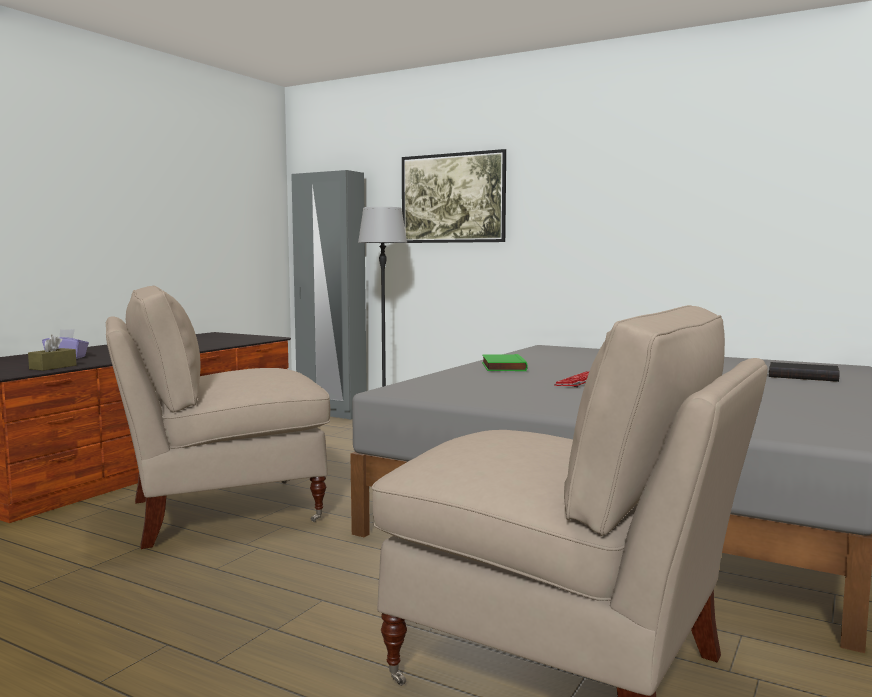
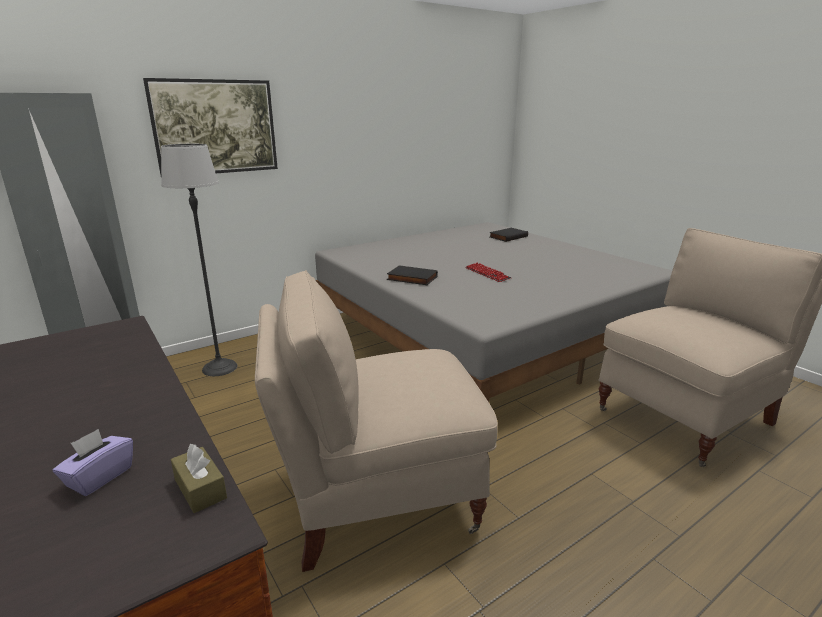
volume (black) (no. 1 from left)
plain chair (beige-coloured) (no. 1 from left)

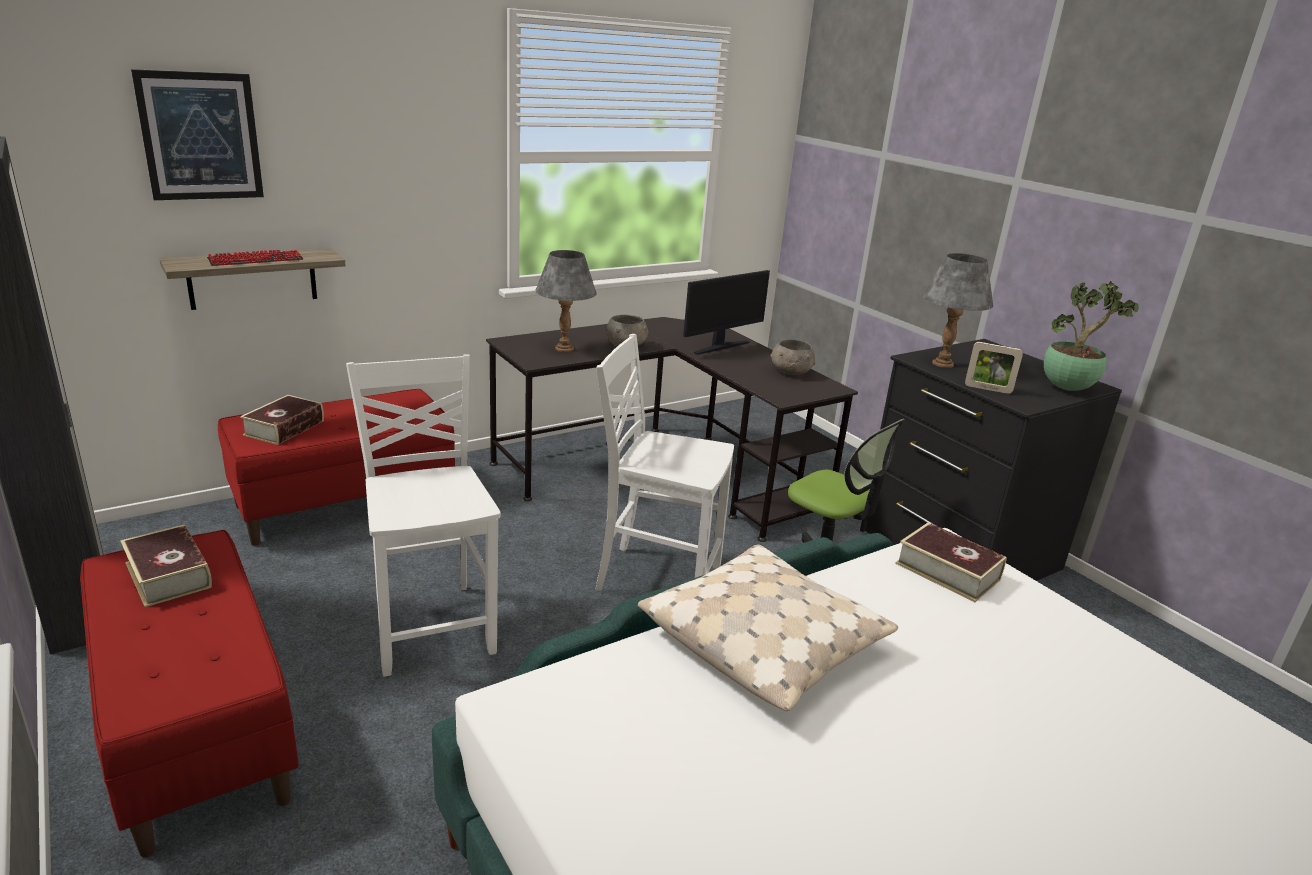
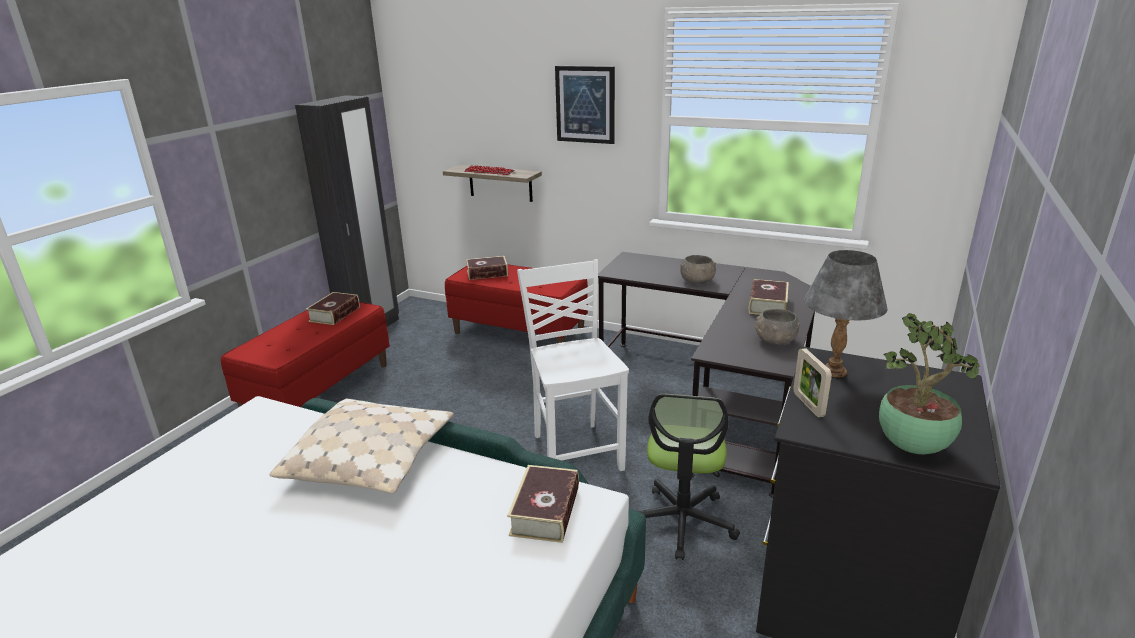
plain chair (whitish) (no. 1 from left in the first image)
lamp for a table (greyish) (no. 1 from left in the first image)
wall art
volume (no. 4 from left)

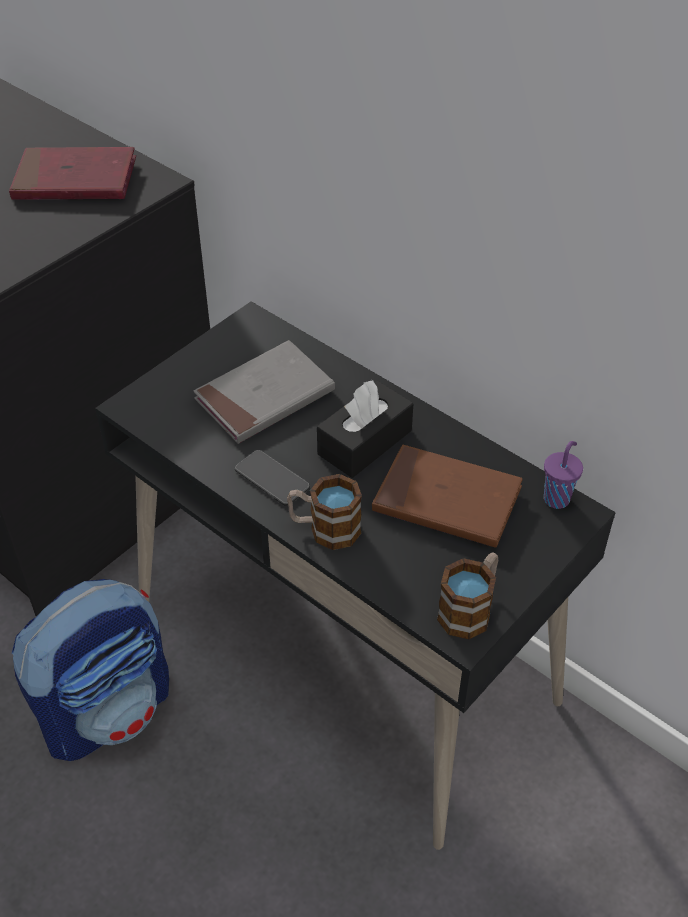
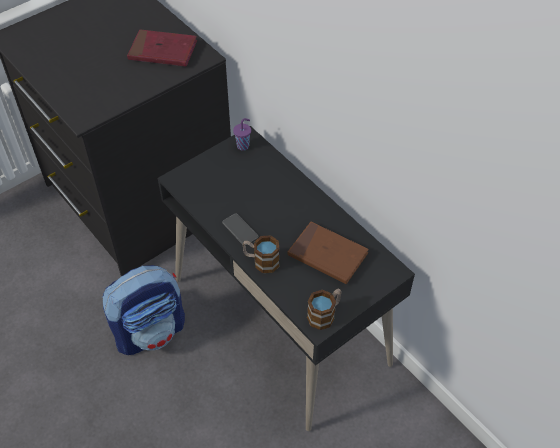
volume (greyish)
tissue holder (black)
drinking cup (purplish)

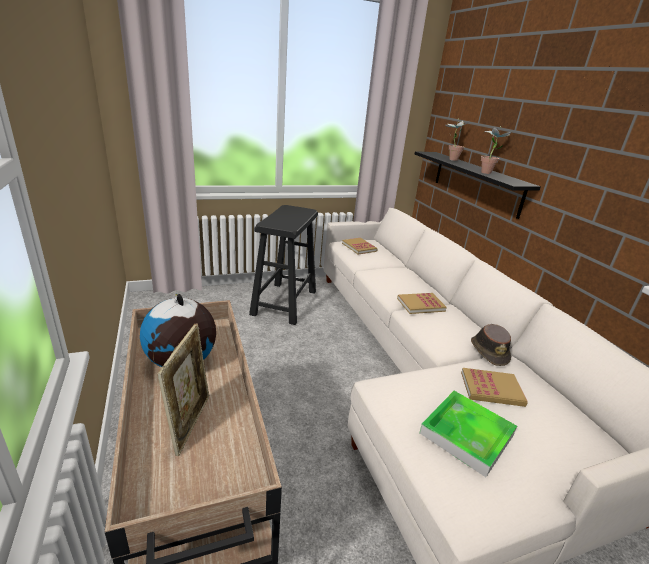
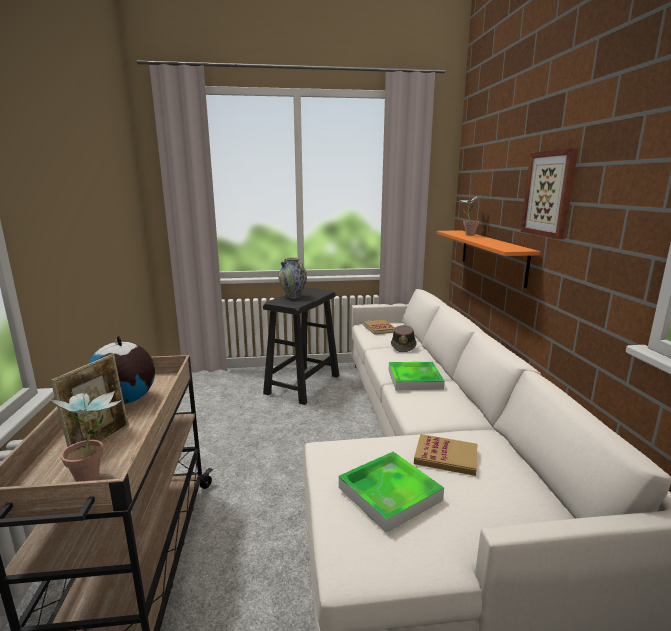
vase
wall art
wearable hat (brown)
houseplant (no. 1 from left)
serving tray (no. 2 from left)
wall shelf (orange)

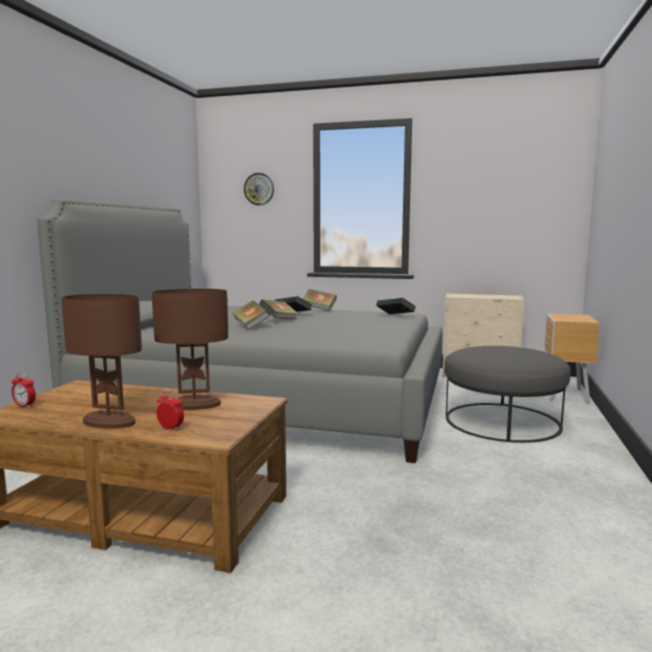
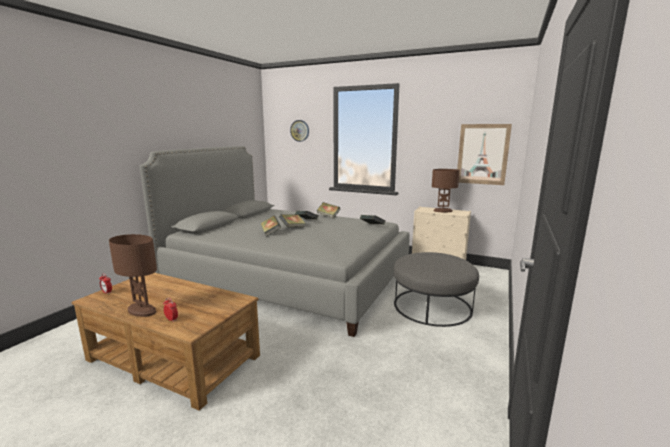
nightstand (brown)
wall art
lamp for a table (brown) (no. 2 from left)

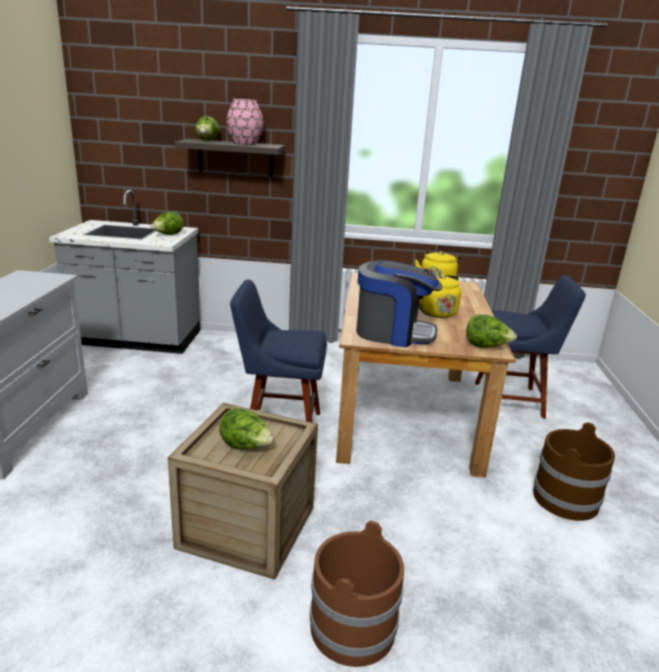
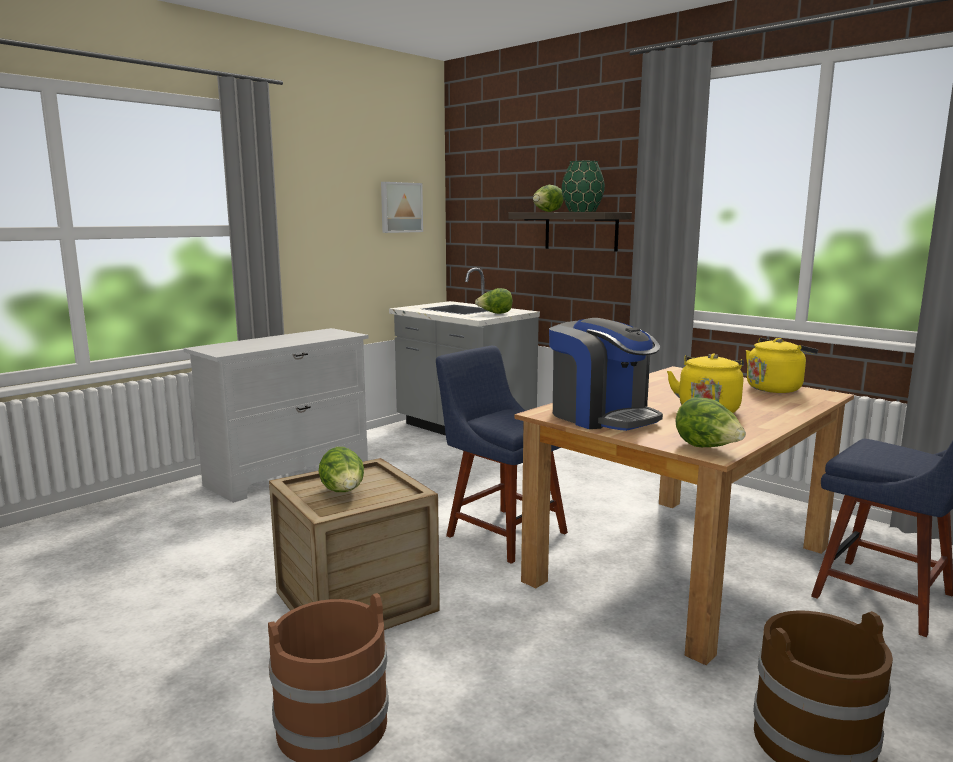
wall art
vase (green-coloured)

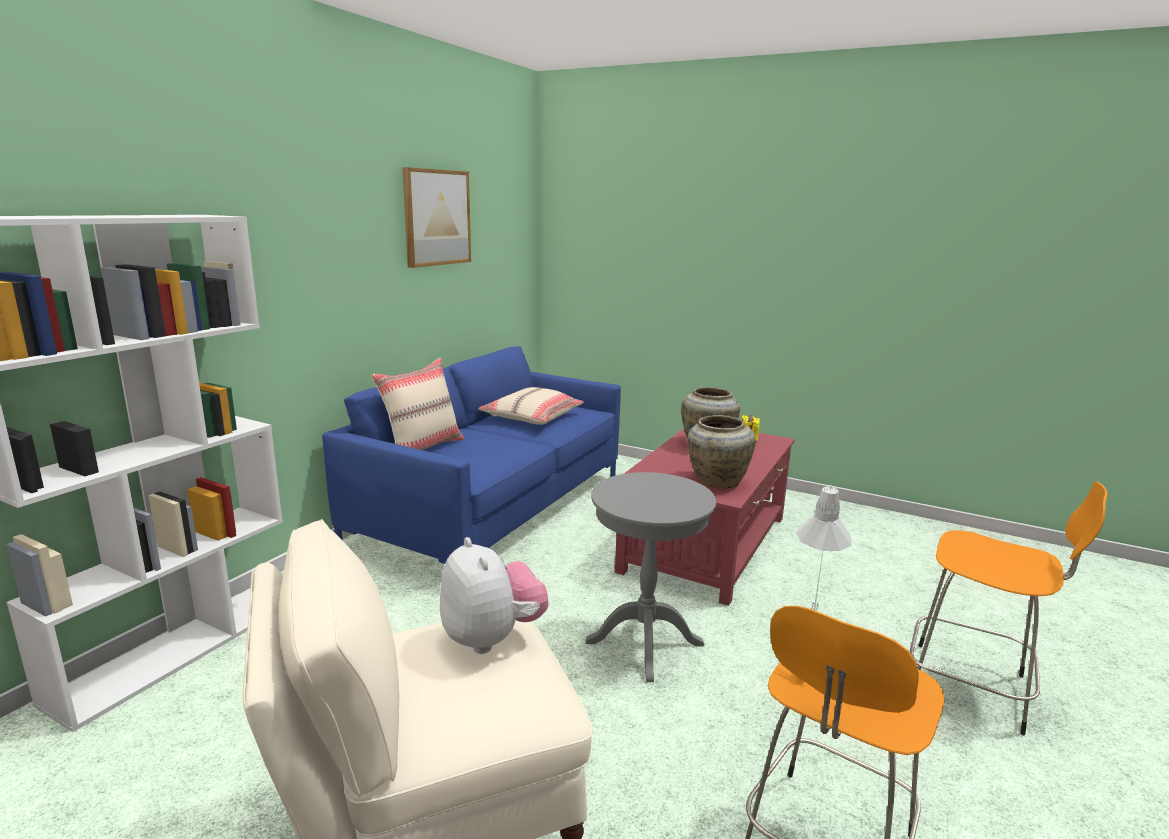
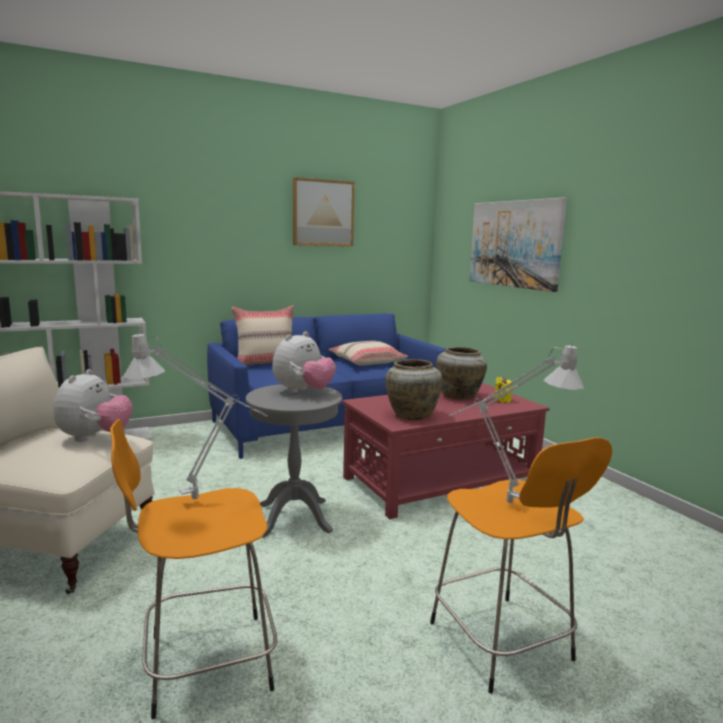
cuddly toy (no. 2 from left)
lamp for a table (greyish) (no. 2 from left)
wall art (no. 2 from left)

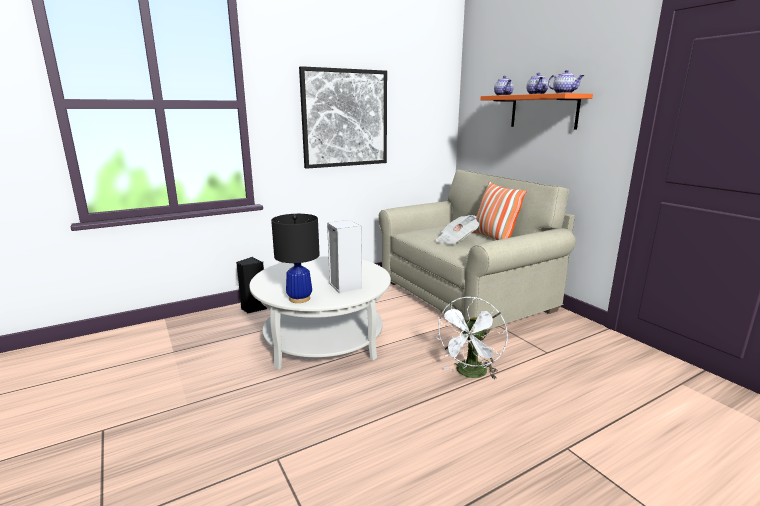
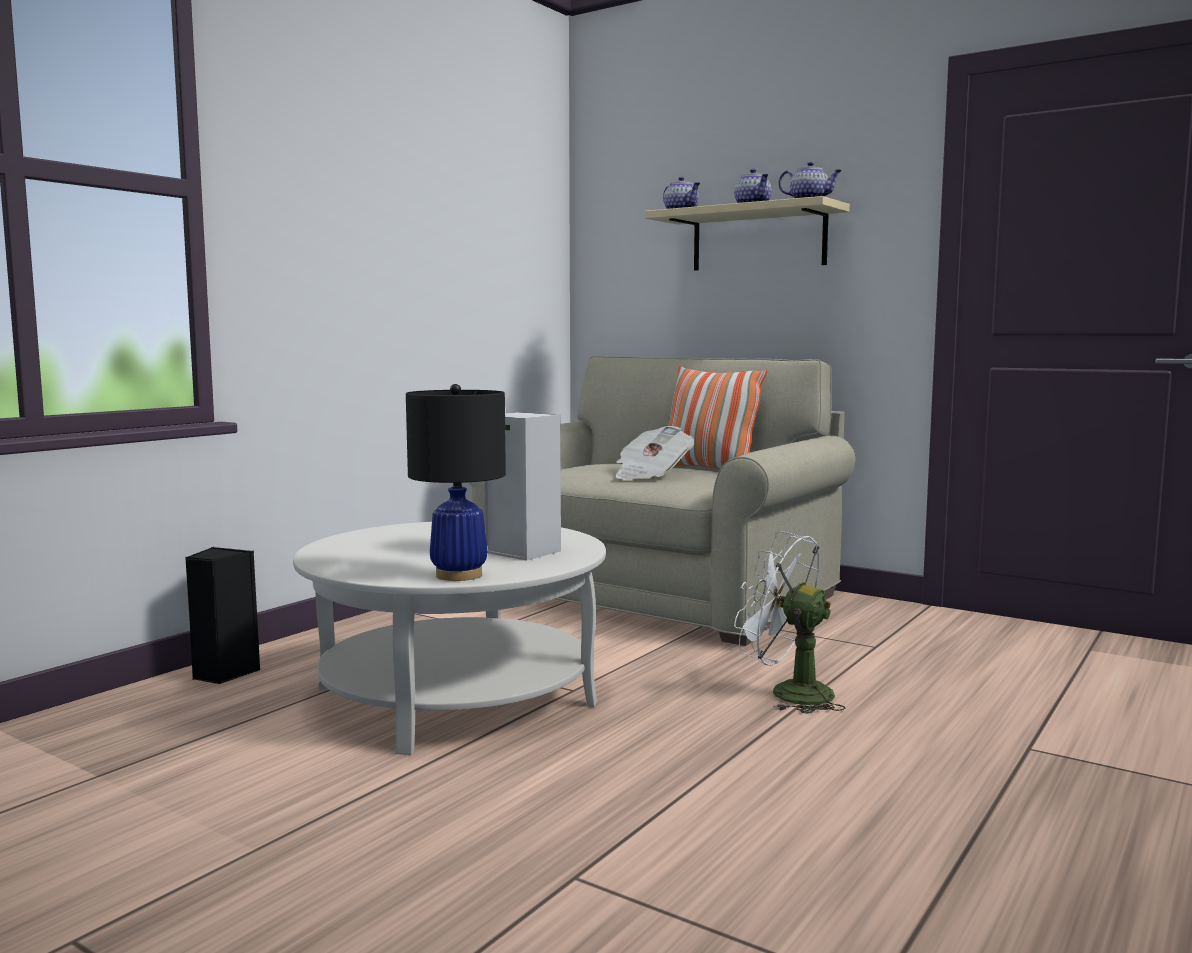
wall art
wall shelf (beige-coloured)
fan (whitish)

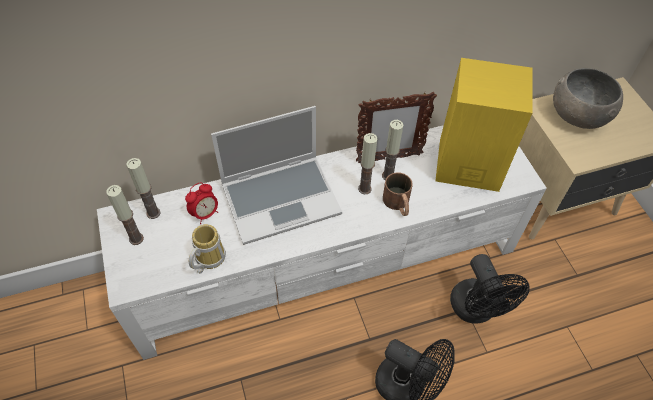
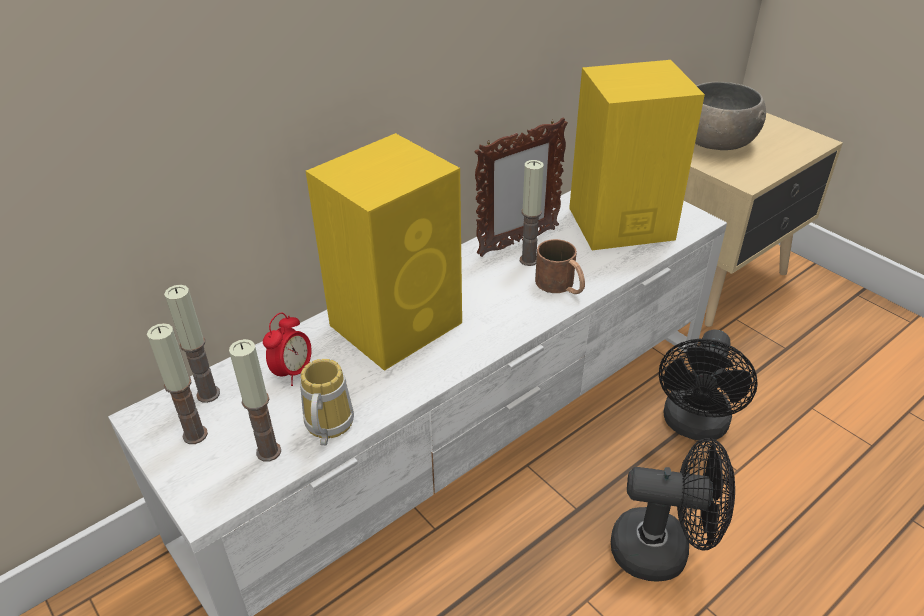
wax candle (no. 3 from left)
speaker (yellowish) (no. 1 from left)
fan (black) (no. 2 from left)

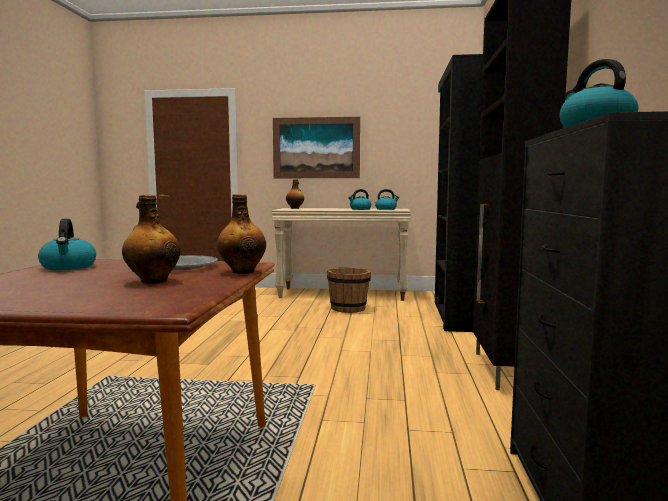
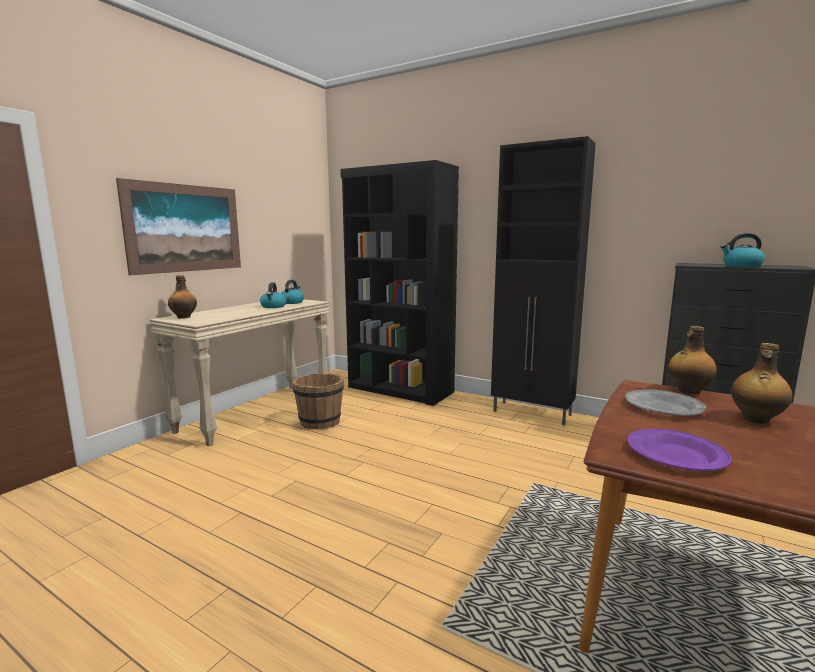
plate (purplish)

